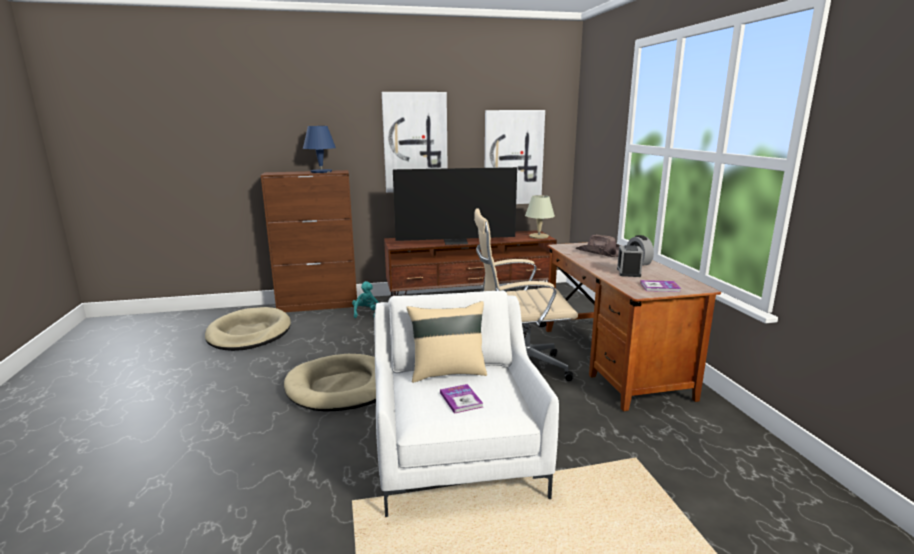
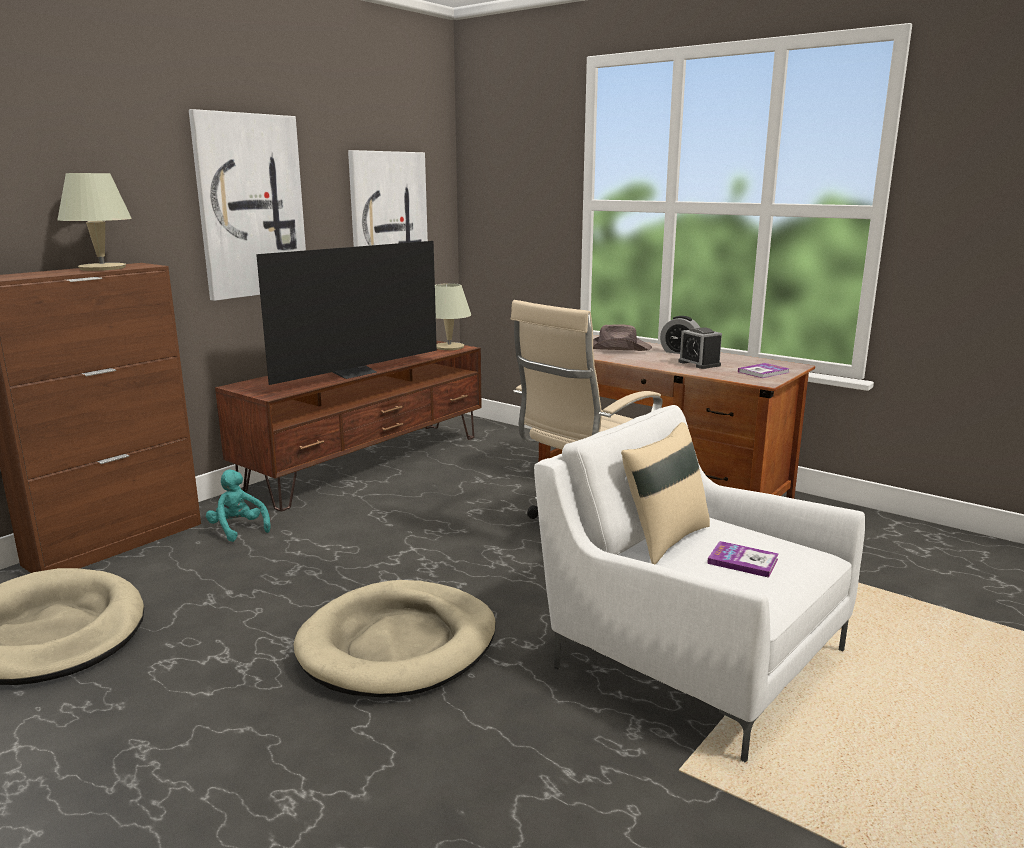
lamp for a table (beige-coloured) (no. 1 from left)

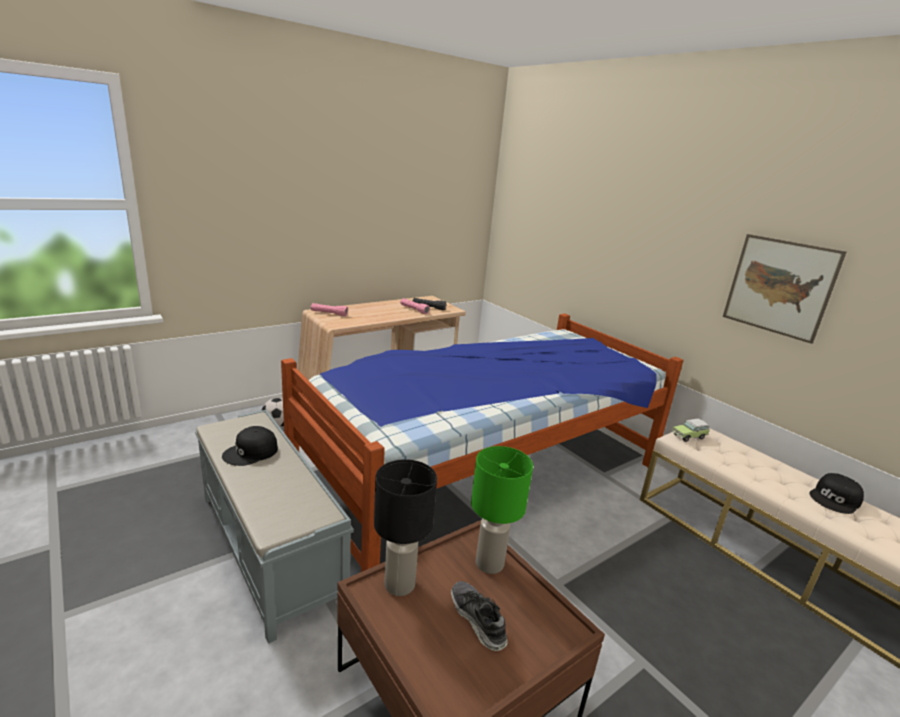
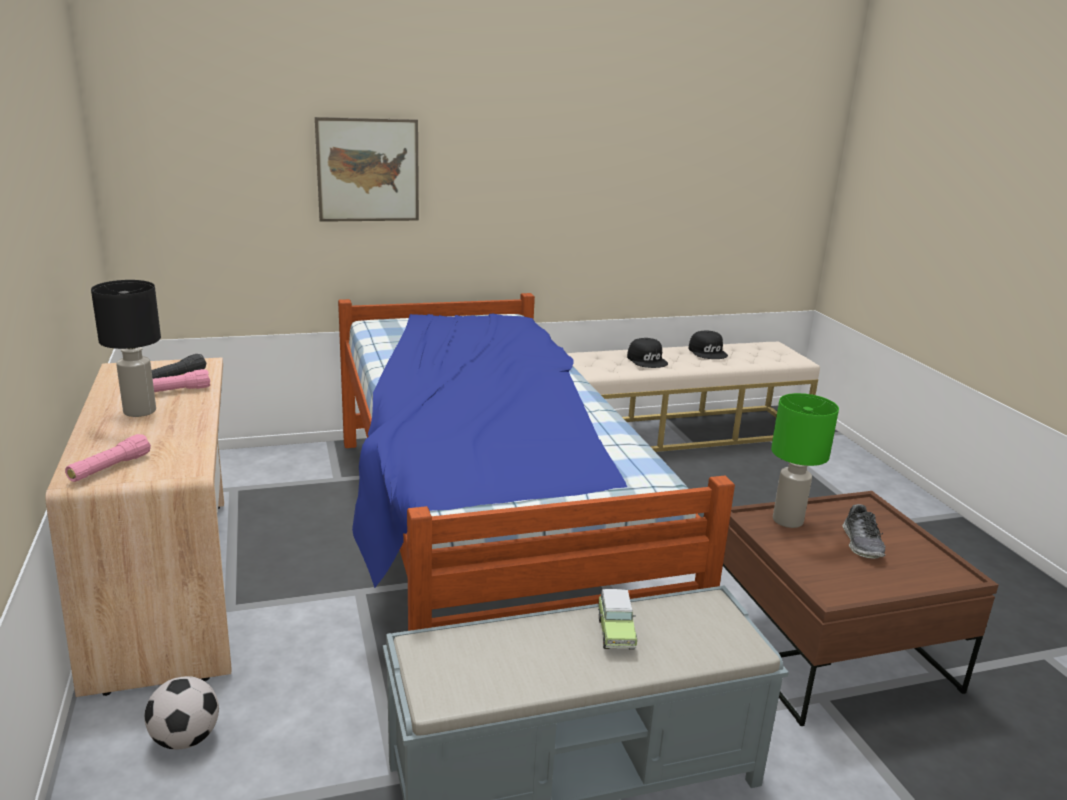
cap (black) (no. 1 from left)
lamp for a table (black)
miniature car
wall art
low shoe

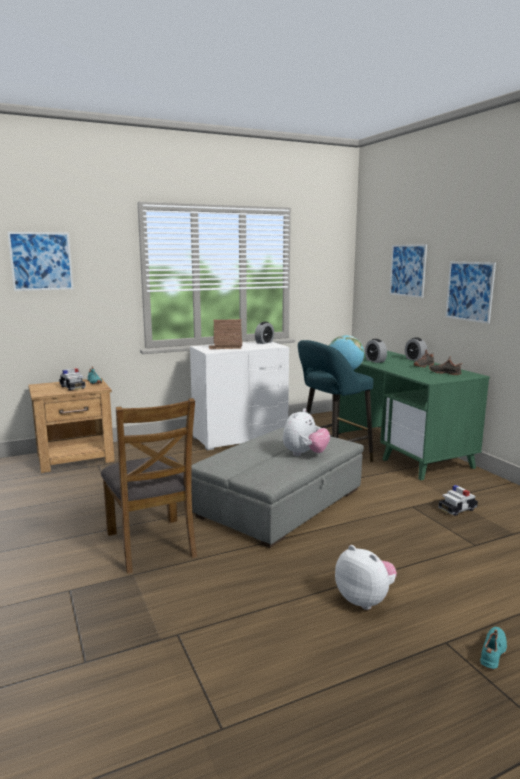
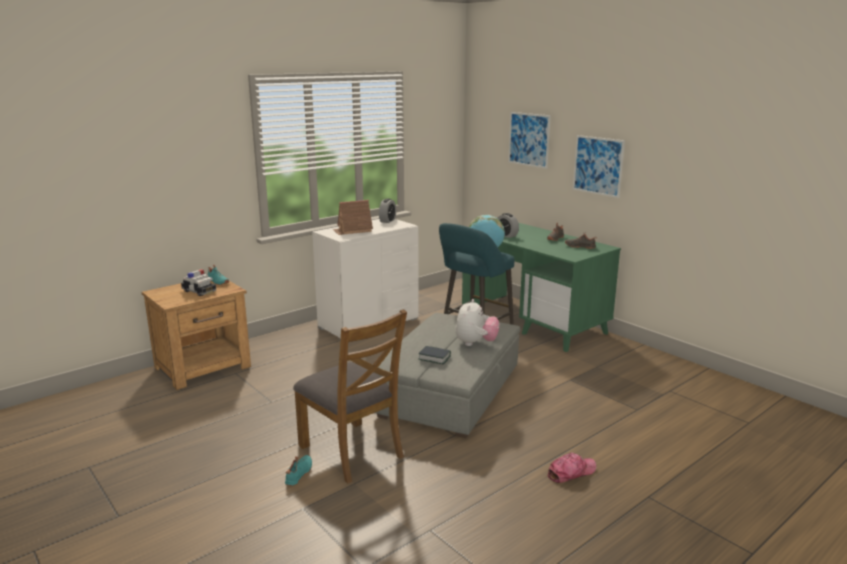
wall art (no. 1 from left in the first image)
bedside clock (no. 3 from left in the first image)
miniature car (no. 2 from left in the first image)
volume
low shoe (turquoise) (no. 2 from left)
cap

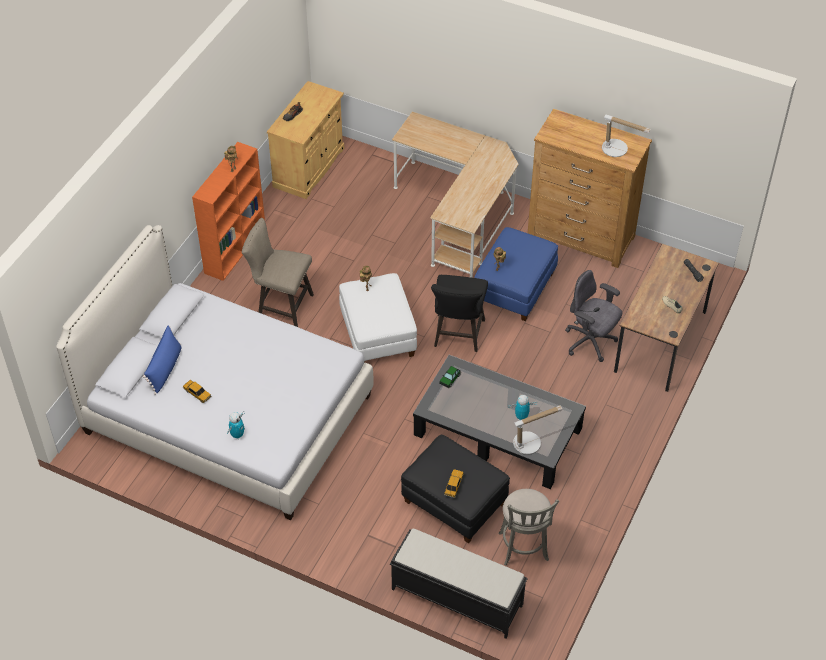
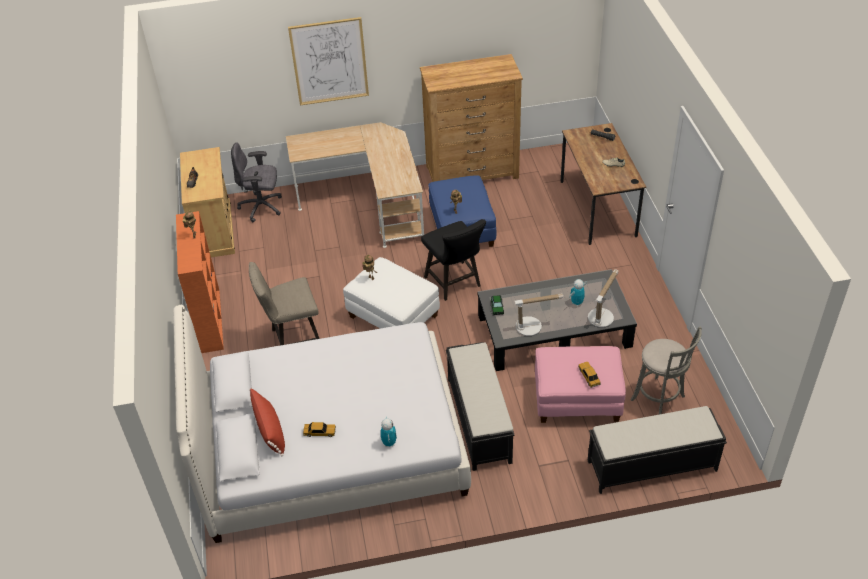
wall art
long seat (black) (no. 1 from left)
computer chair (greyish)
lamp for a table (no. 1 from left)
throw pillow (red)
pouffe (pink)

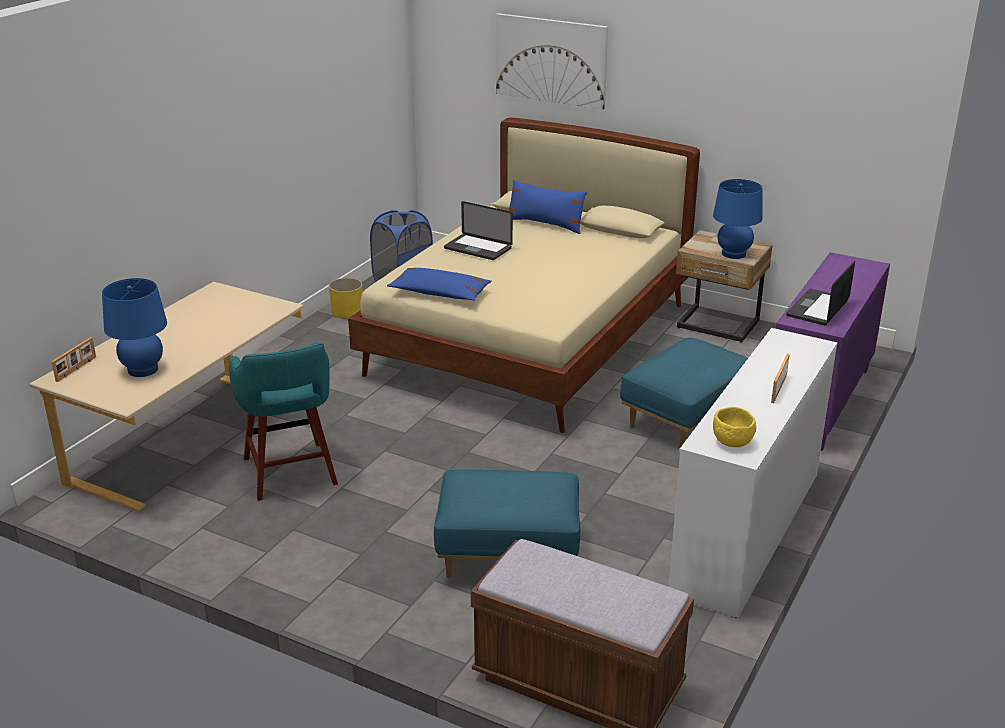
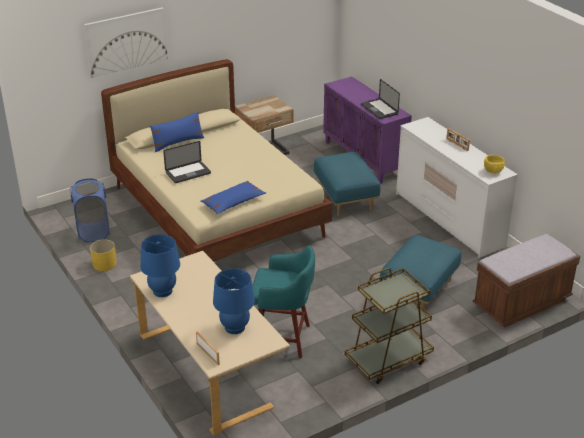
cart (brown)
lamp for a table (blue) (no. 1 from left)

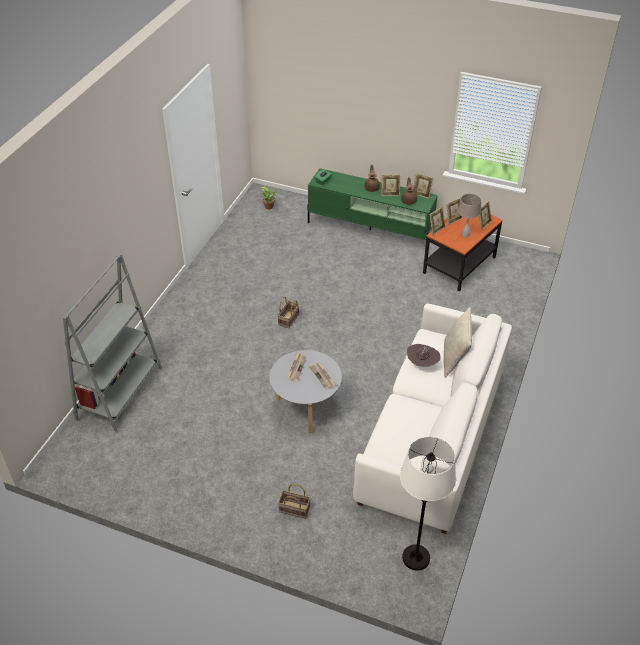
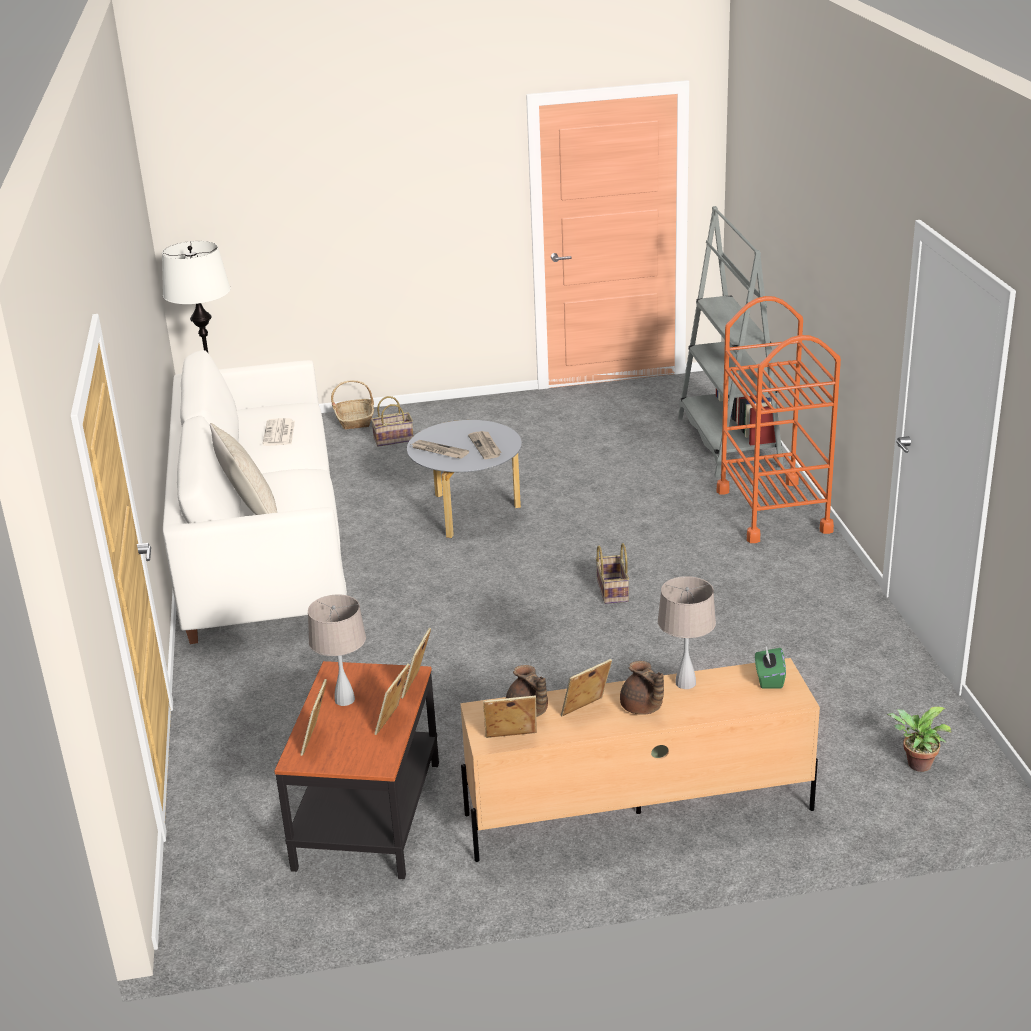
wearable hat (brown)
daily paper (no. 1 from left)
storage basket (no. 1 from left)
lamp for a table (beige-coloured) (no. 2 from left)
cart (orange)
tv unit (beige-coloured)

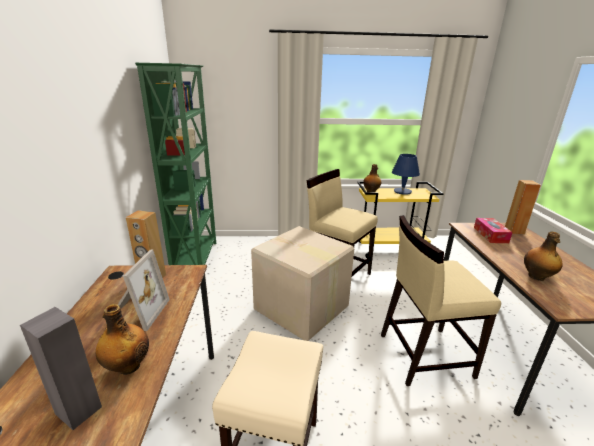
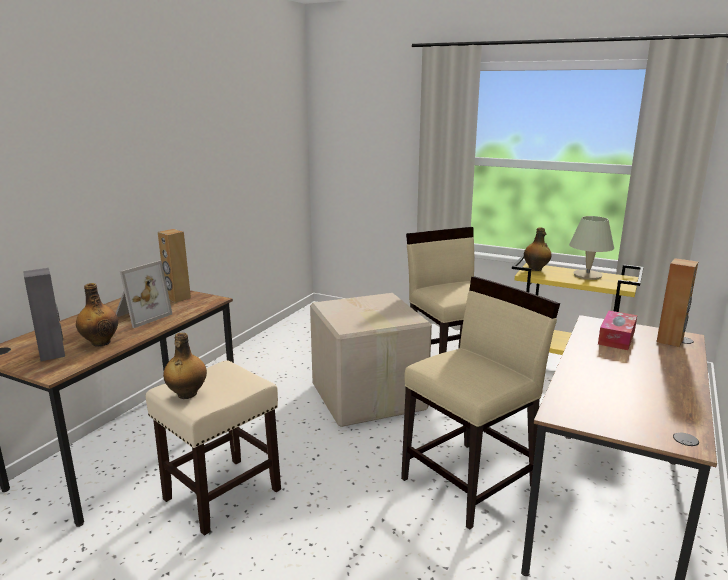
bookcase (green-coloured)
bottle (no. 2 from left)
lamp for a table (beige-coloured)
plain chair (beige-coloured) (no. 2 from left)

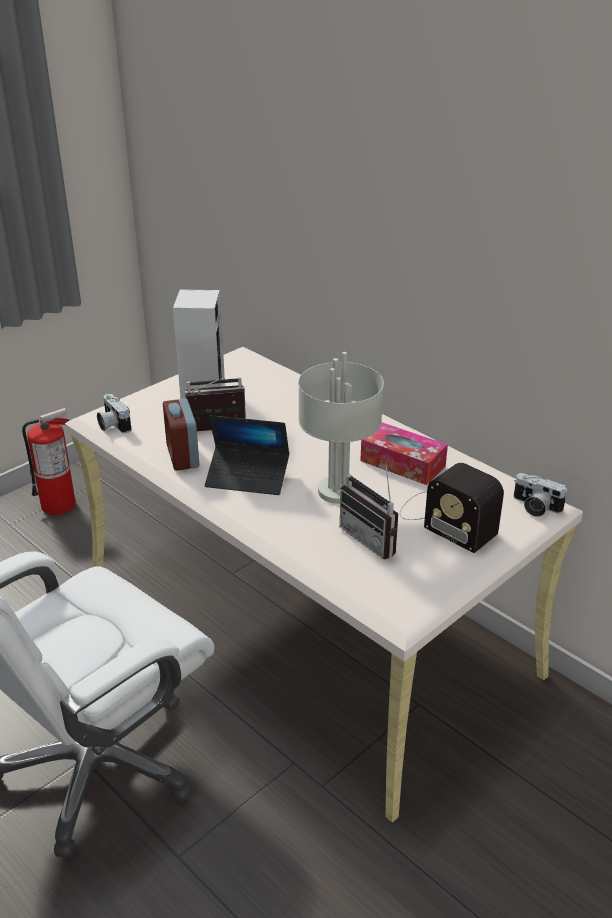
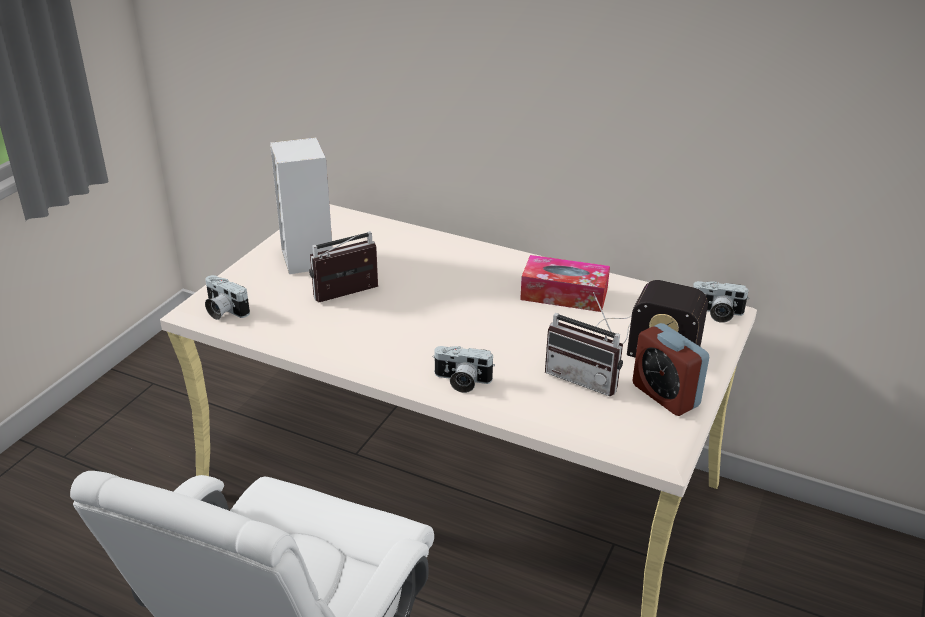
fire extinguisher
notebook computer
lamp for a table (greyish)
photo camera (no. 2 from left)
bedside clock

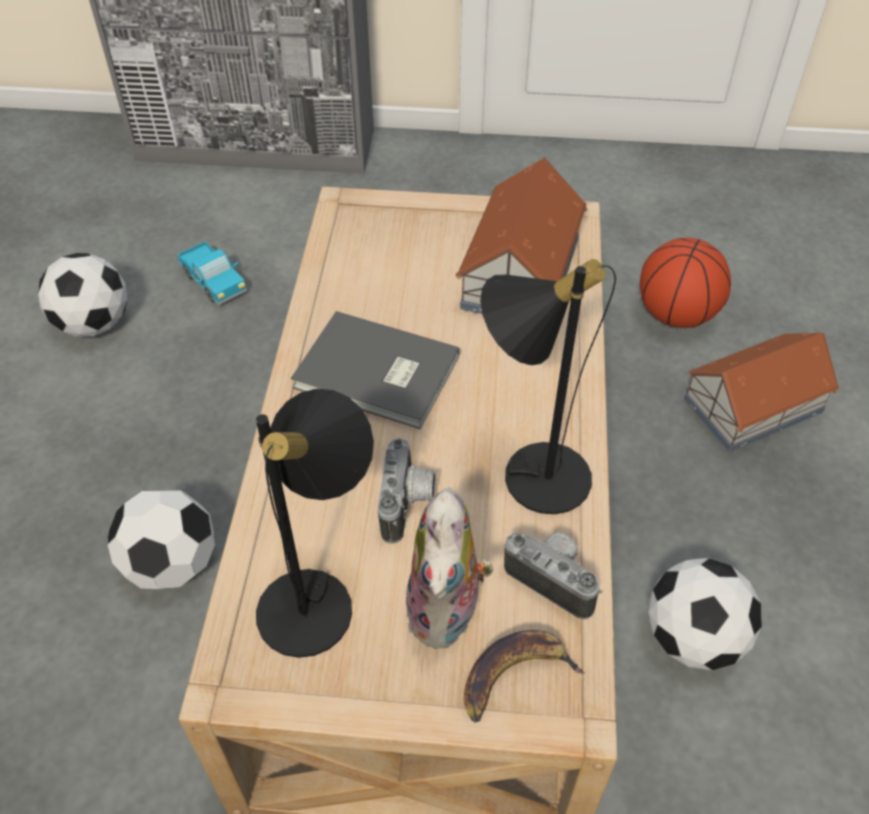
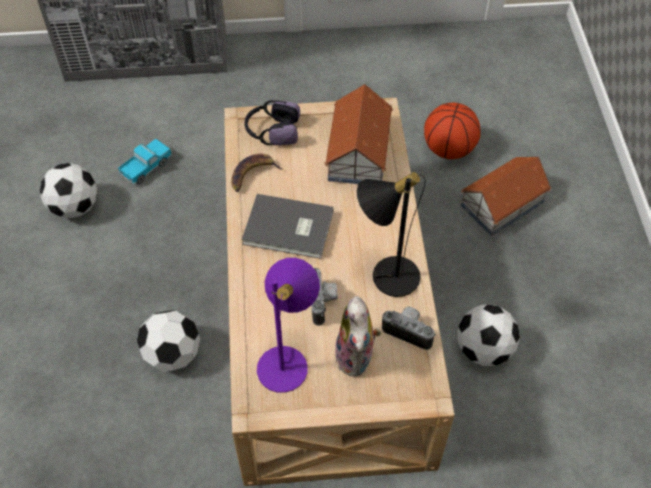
headphones
banana
lamp for a table (purplish)
model truck

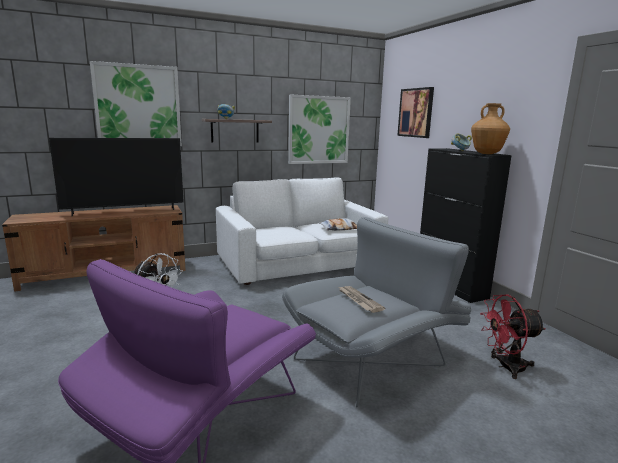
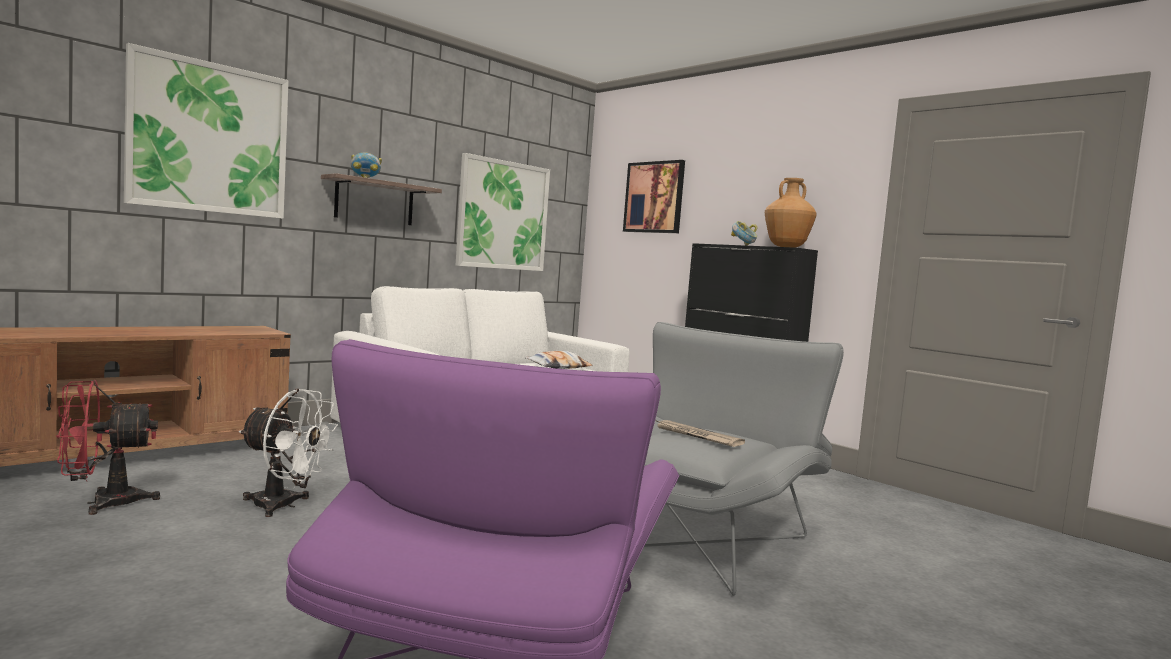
TV
fan (red)

